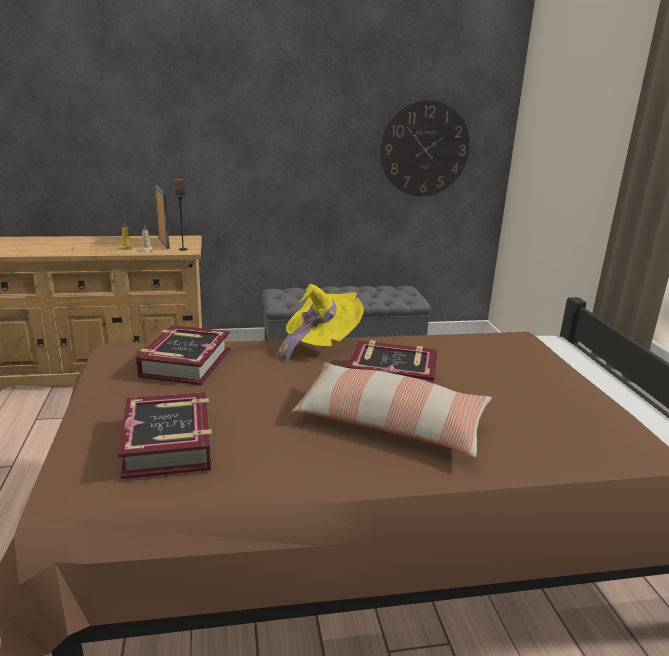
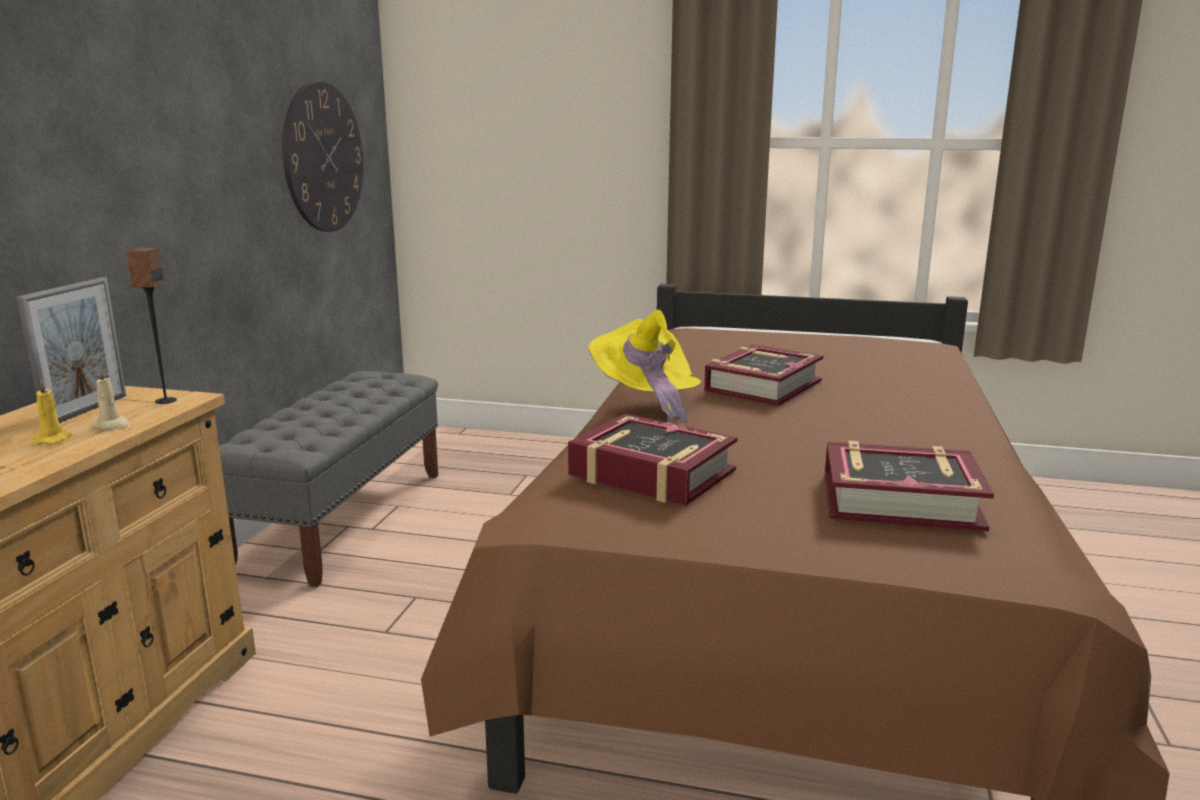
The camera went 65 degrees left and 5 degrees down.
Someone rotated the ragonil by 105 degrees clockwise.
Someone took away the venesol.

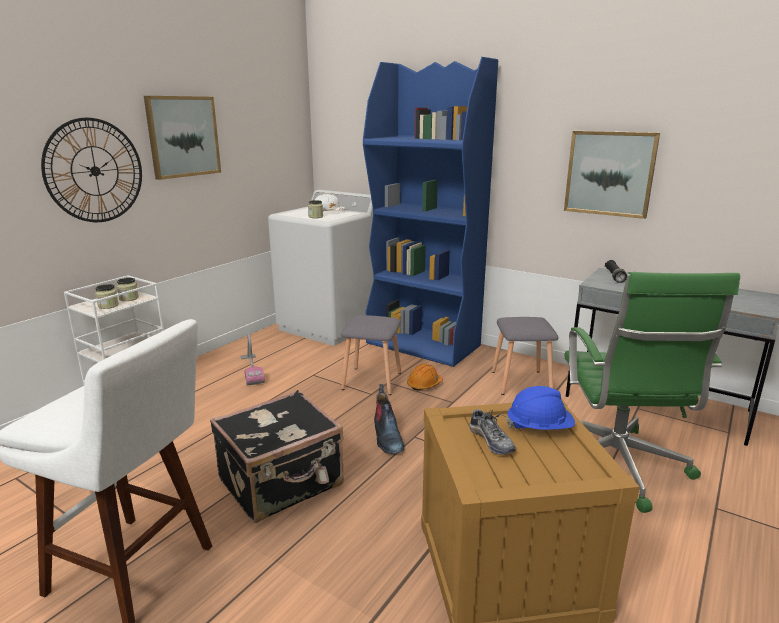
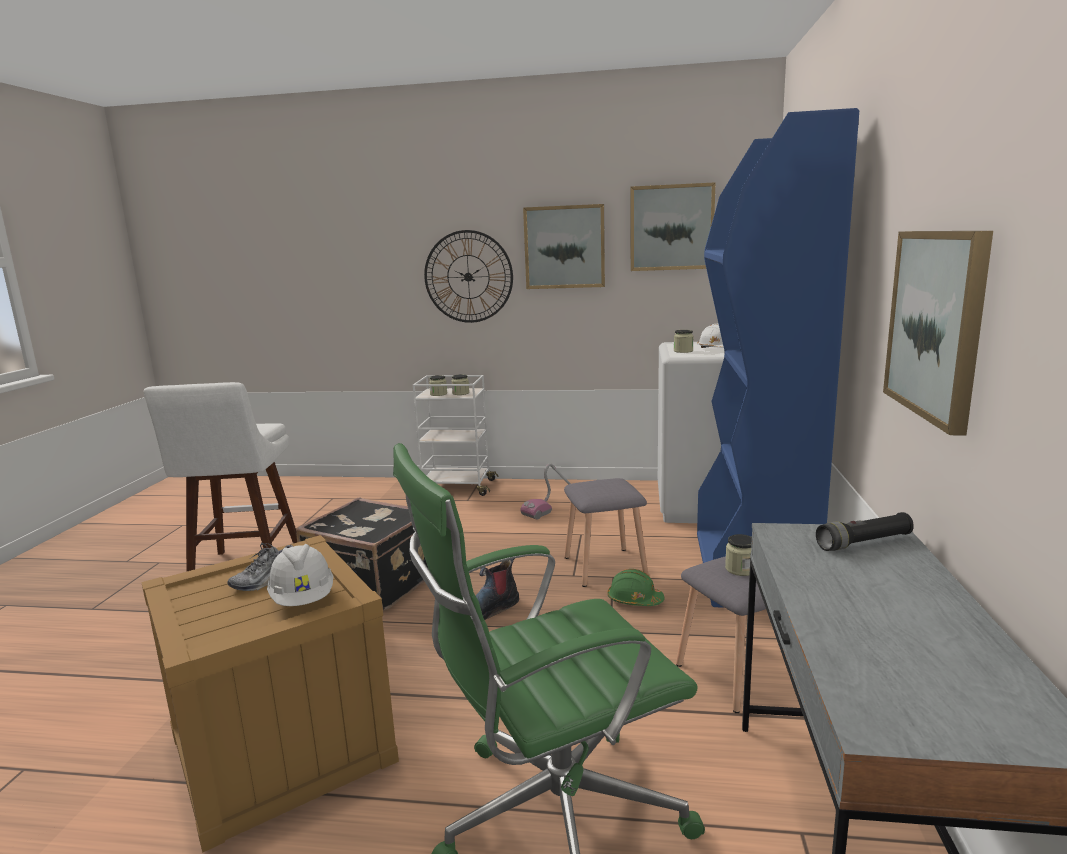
The camera went 65 degrees right and 5 degrees down.
Someone repainted the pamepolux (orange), which became the pamepolux (green).
Someone repainted the pamepolux (blue), which became the pamepolux (white) (1st from left).
Someone put up the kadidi (2nd from left).
Someone put down the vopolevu (4th from left).

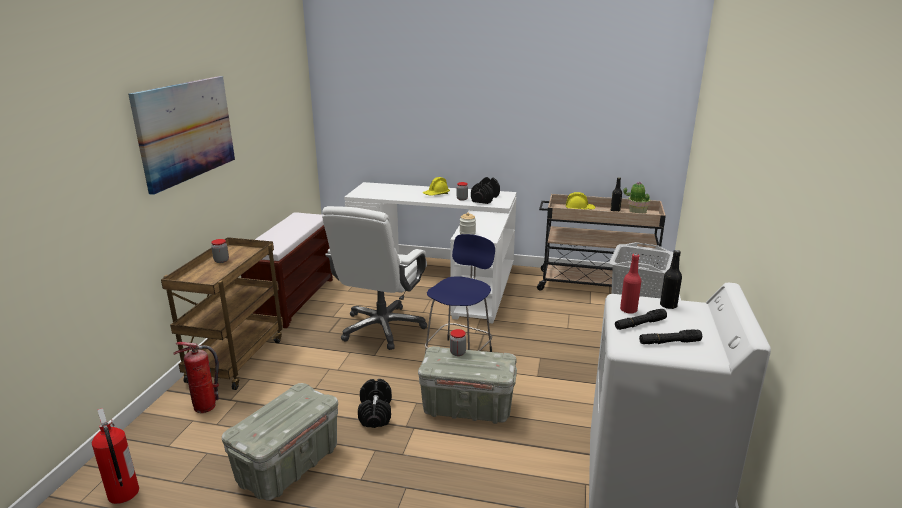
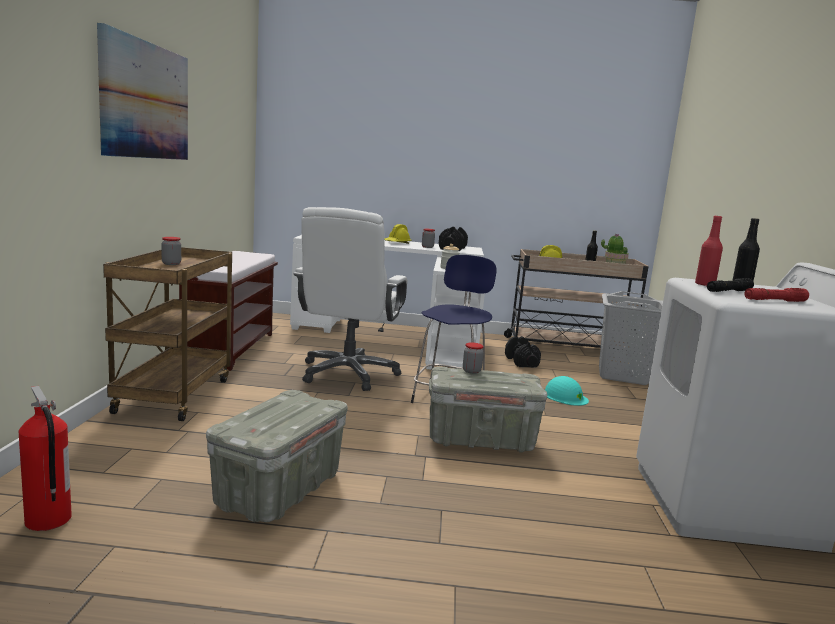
The camera went 10 degrees left and 10 degrees down.
Someone repainted the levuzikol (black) (2nd from left), which became the levuzikol (red).
Someone took away the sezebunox (2nd from left).
Someone carried the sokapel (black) (1st from left in the first image).
Someone put down the pamepolux (turquoise).

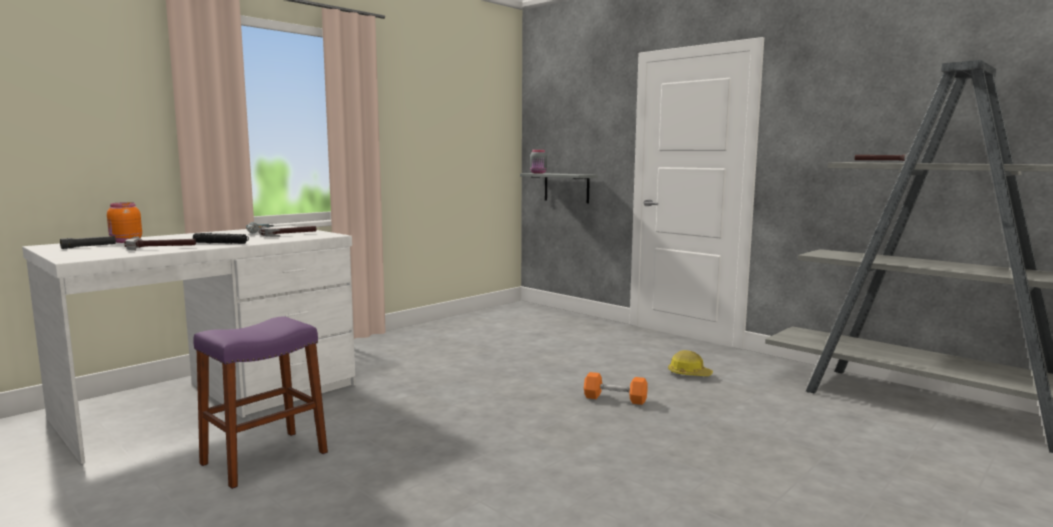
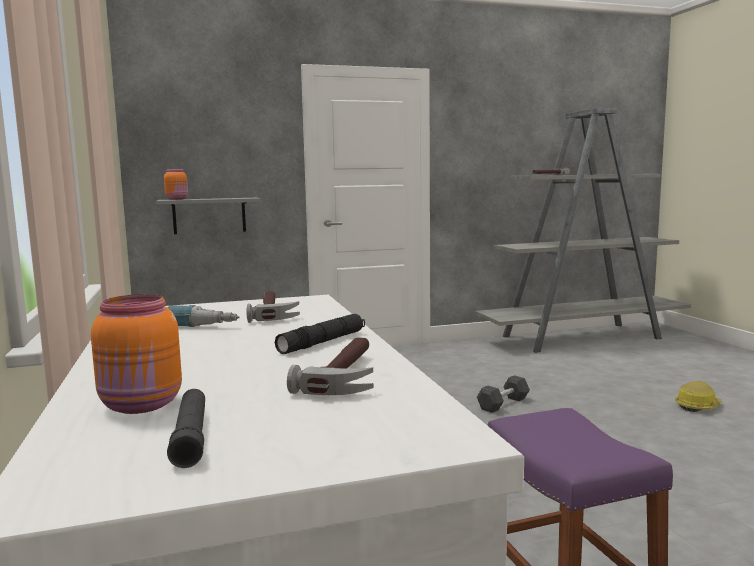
The camera went 60 degrees left and 0 degrees up.
Someone repainted the vopolevu (grey), which became the vopolevu (orange) (2nd from left).
Someone carried the pamepolux.
Someone repainted the sokapel (orange), which became the sokapel (grey).

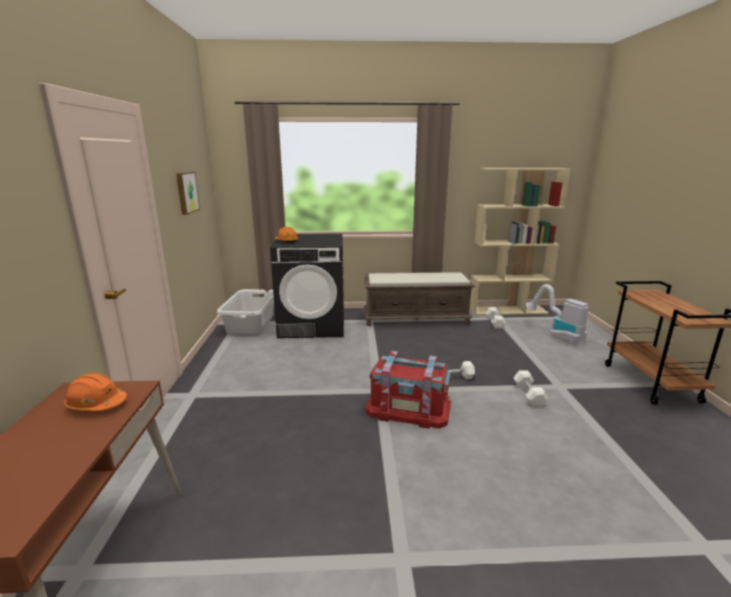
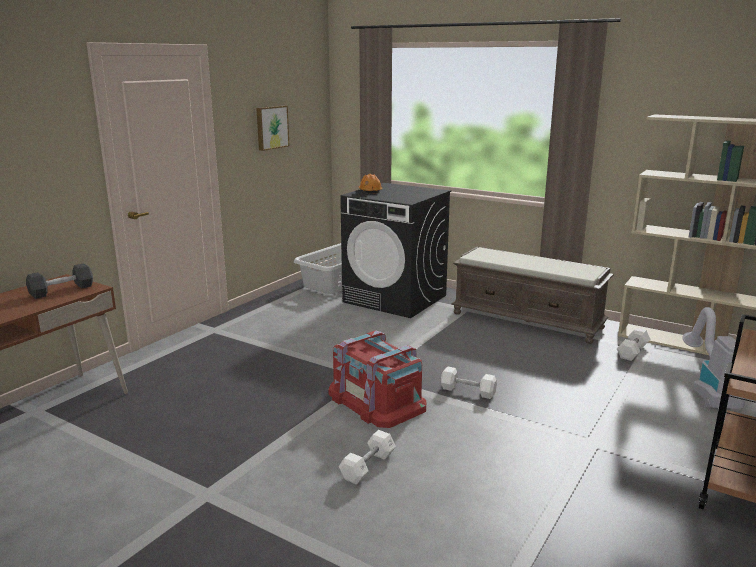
The camera went 35 degrees right and 0 degrees up.
Someone carried the sokapel (white) (3rd from left in the first image).
Someone swapped the pamepolux (orange) (1st from left) for the sokapel (black).

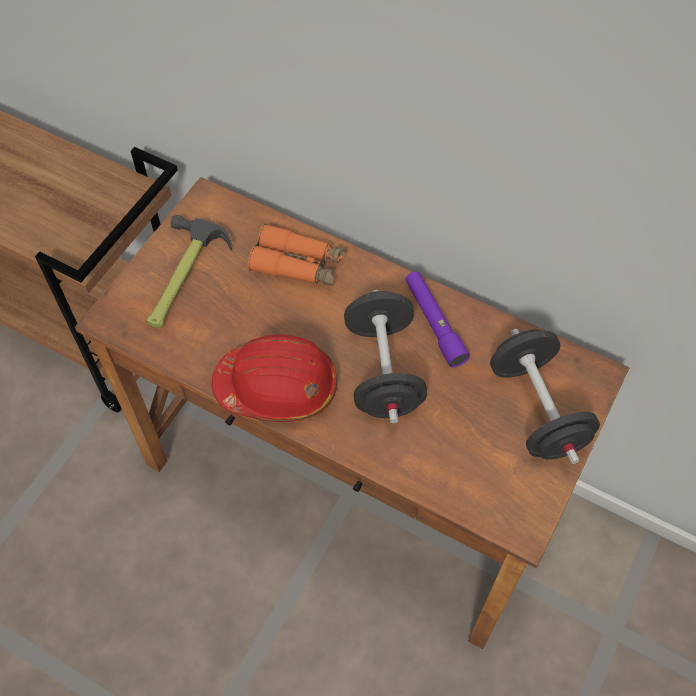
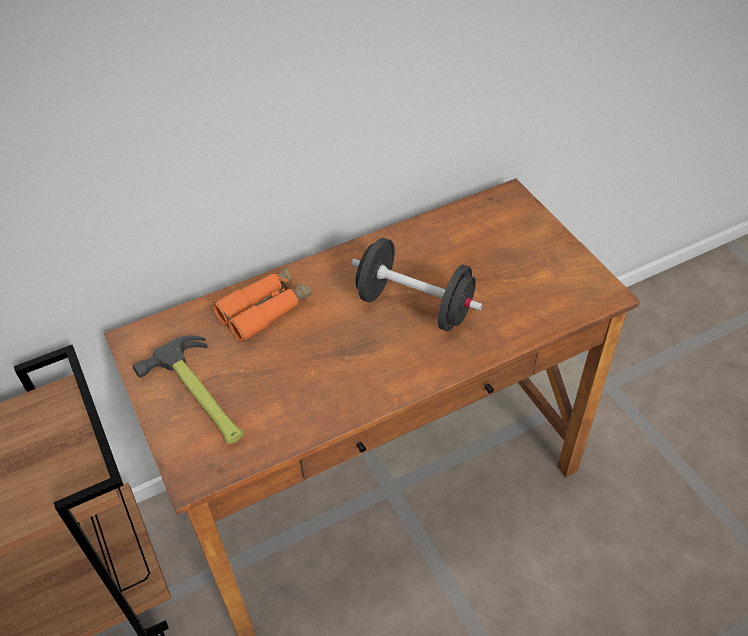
The camera went 55 degrees left and 10 degrees down.
Someone took away the levuzikol (purple).
Someone took away the sokapel (black) (2nd from left).
Someone took away the pamepolux (red).

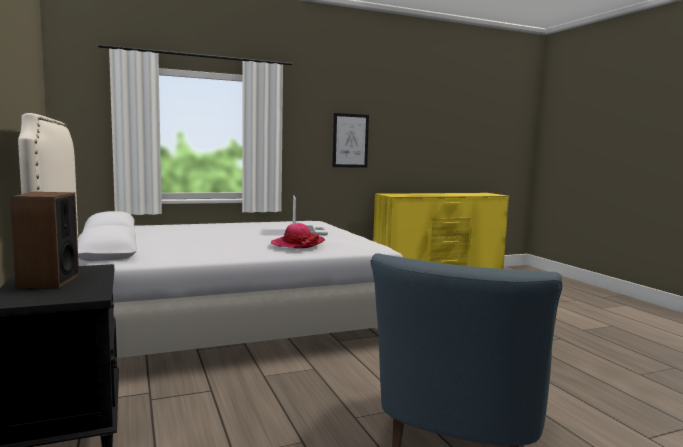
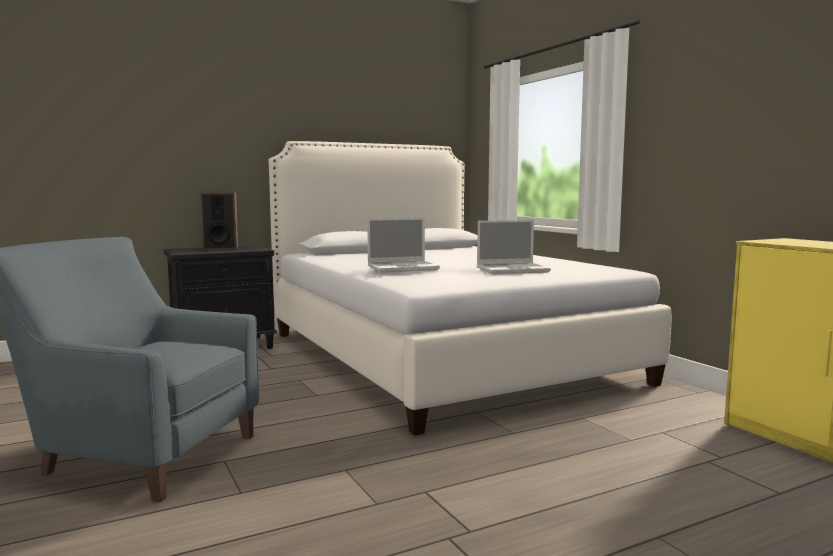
The camera went 85 degrees right and 0 degrees up.
Someone took away the kadidi.
Someone swapped the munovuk for the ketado (1st from left).

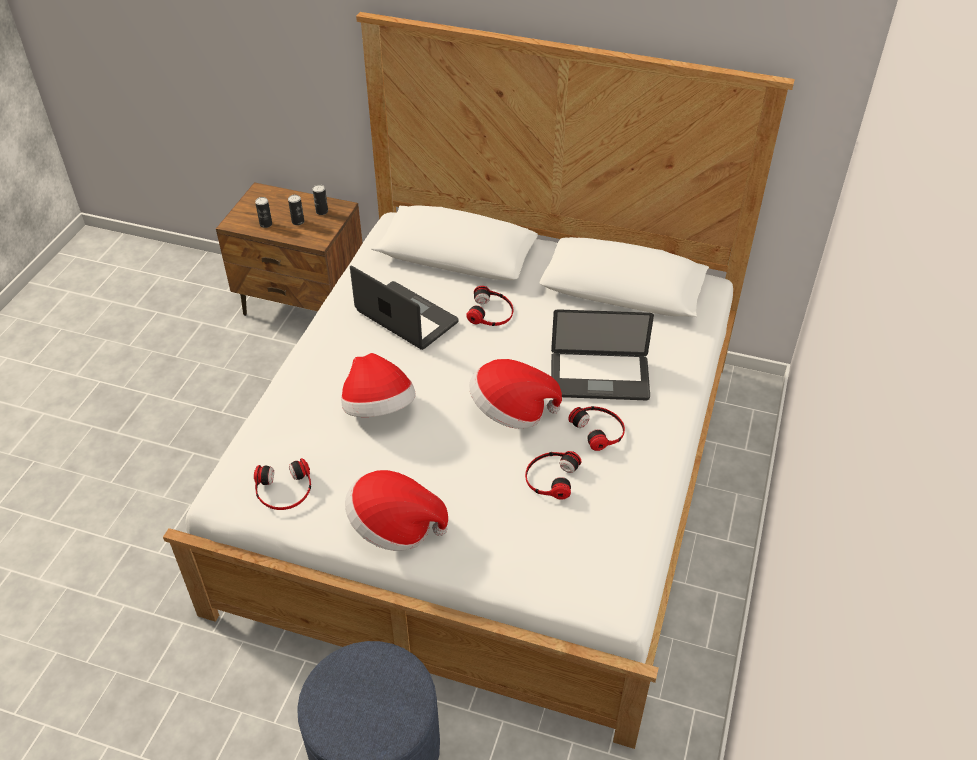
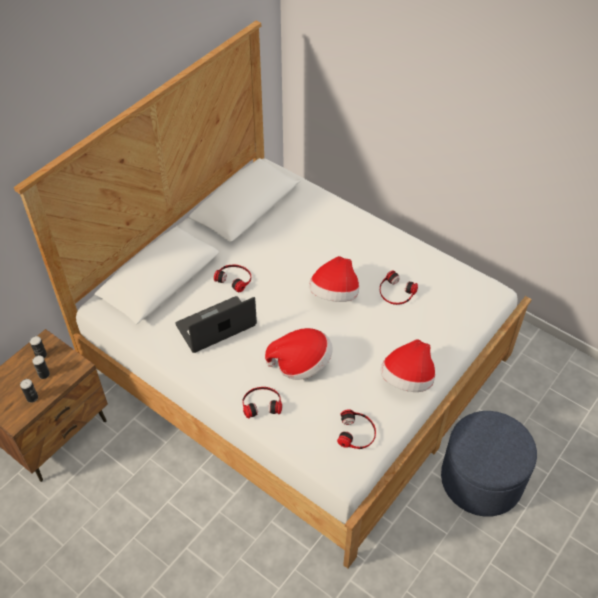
The camera went 70 degrees left and 5 degrees up.
Someone took away the ketado (2nd from left).
Someone carried the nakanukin (4th from left in the first image).

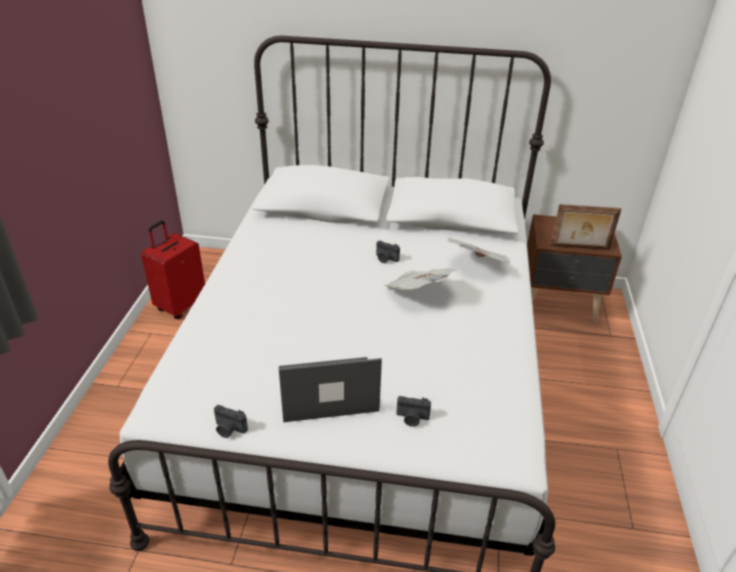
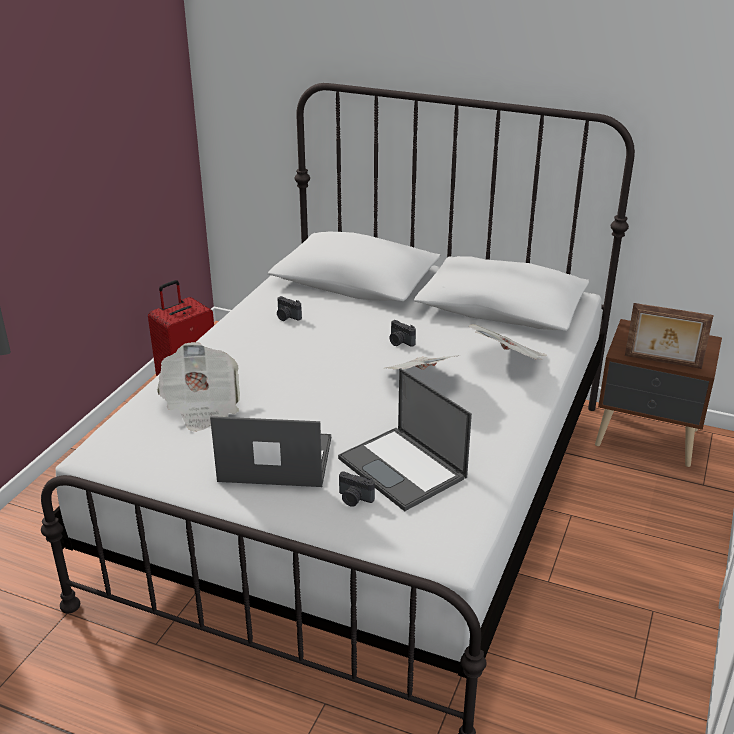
The camera went 15 degrees right and 5 degrees down.
Someone carried the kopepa (1st from left).
Someone put down the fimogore (1st from left).
Someone put down the ketado (2nd from left).

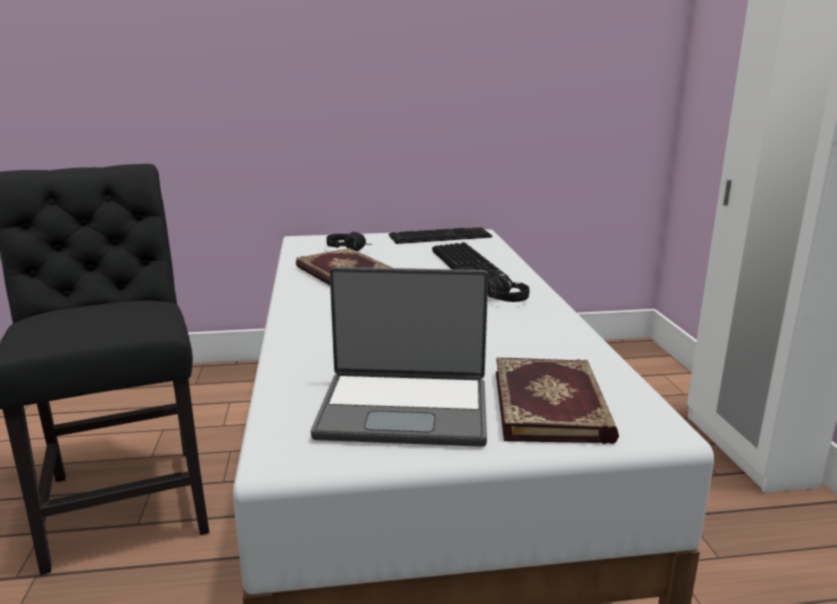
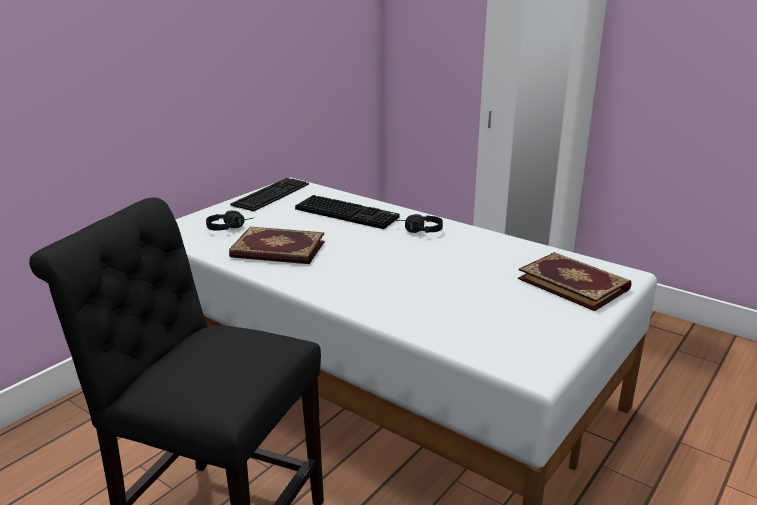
The camera went 45 degrees left and 5 degrees up.
Someone took away the ketado.

